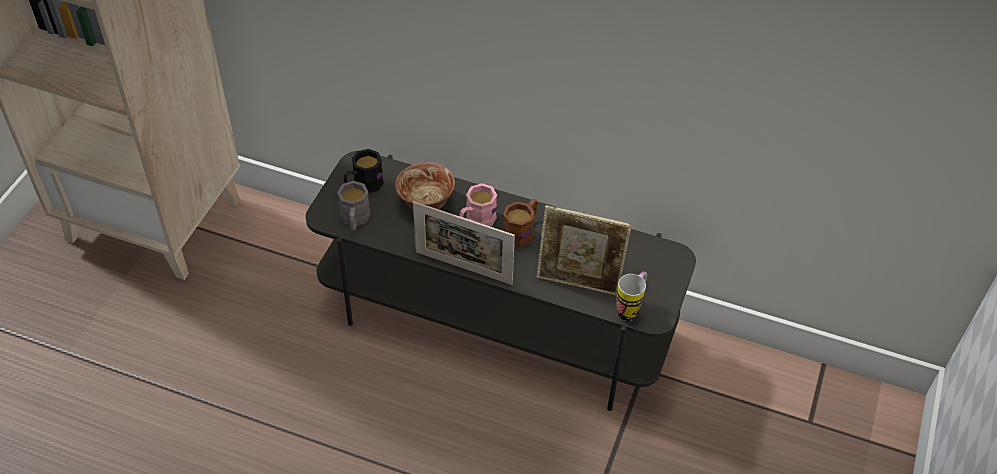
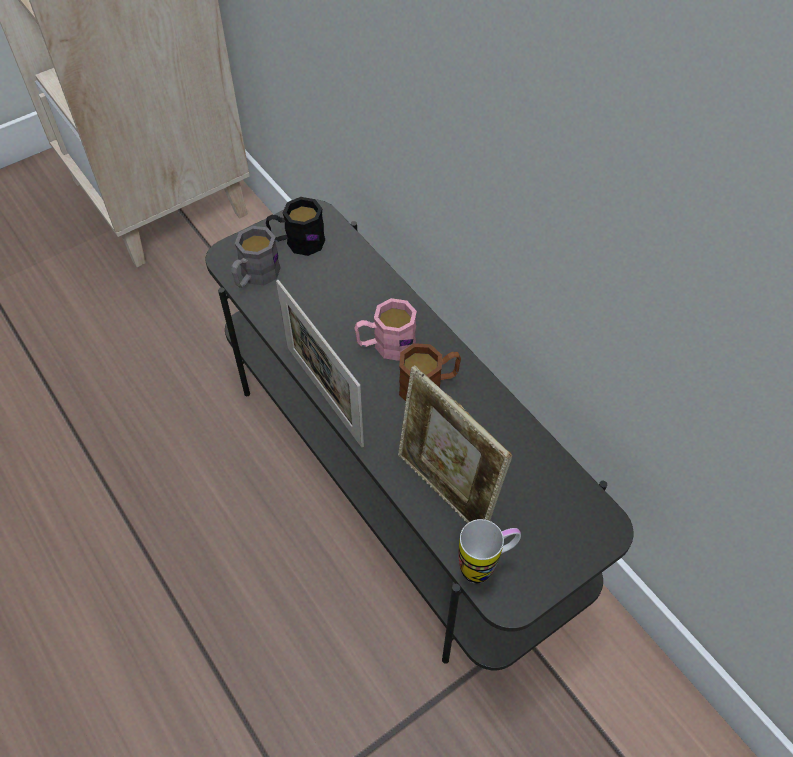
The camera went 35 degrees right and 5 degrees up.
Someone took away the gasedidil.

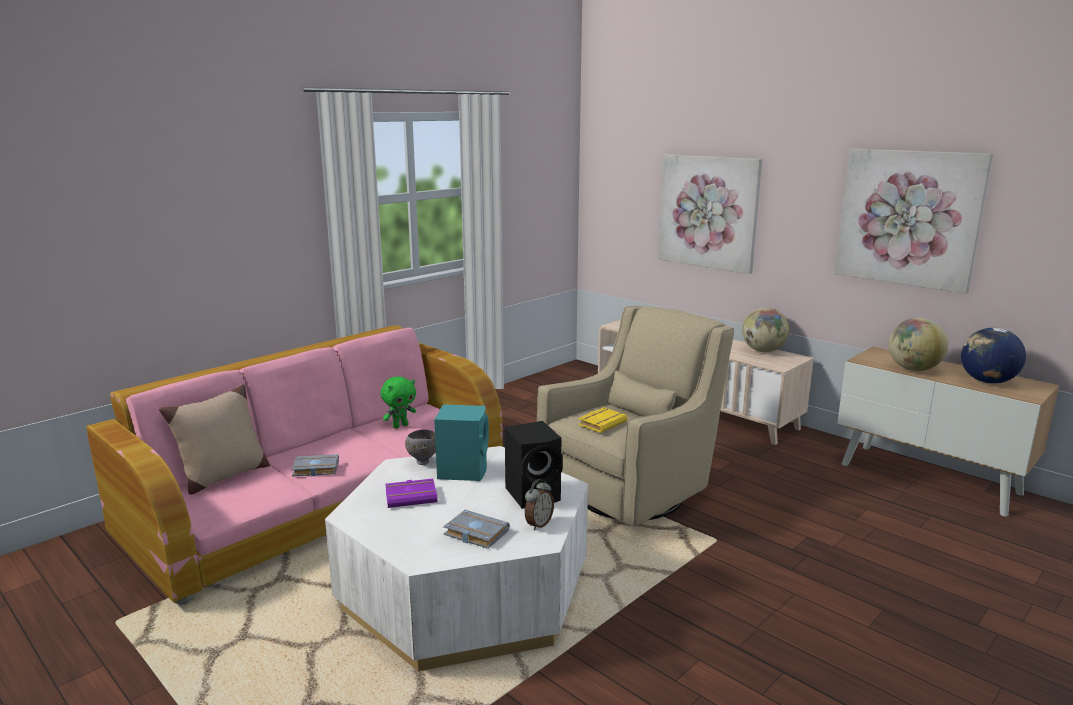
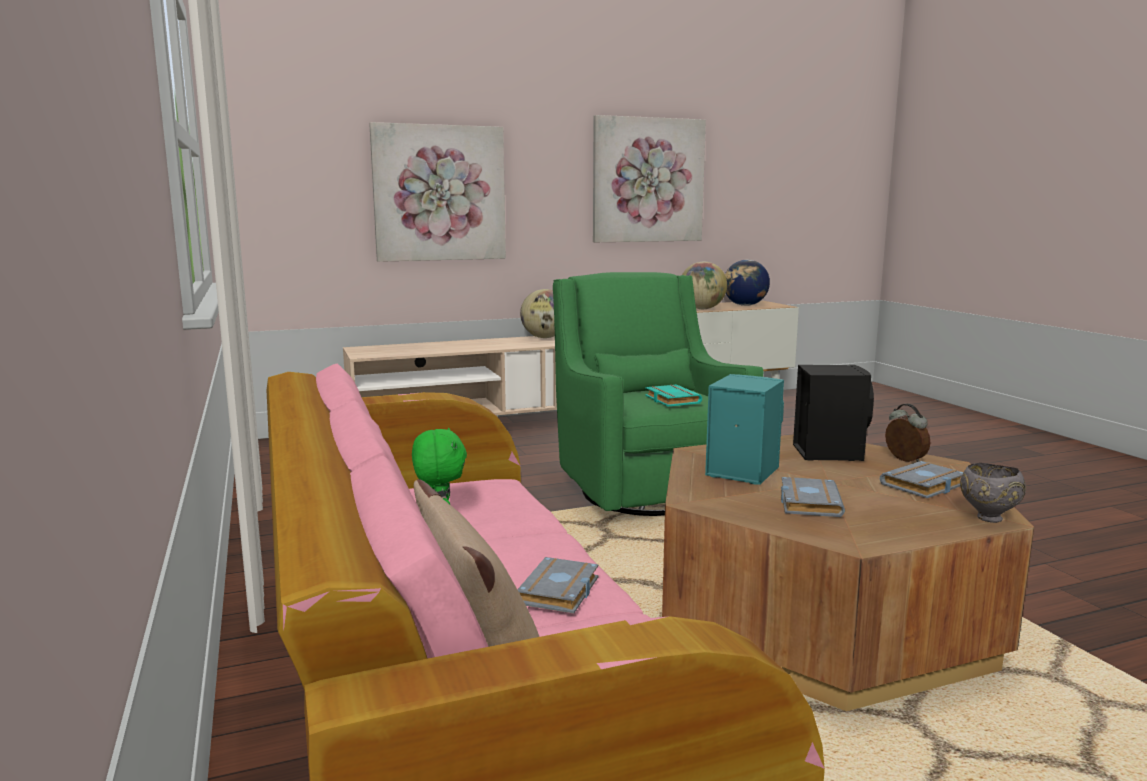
The camera went 65 degrees left and 5 degrees down.
Someone repainted the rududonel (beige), which became the rududonel (green).
Someone repainted the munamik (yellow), which became the munamik (turquoise).
Someone carried the gasedidil (grey).
Someone repainted the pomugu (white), which became the pomugu (brown).
Someone repainted the munamik (purple), which became the munamik (grey) (2nd from left).

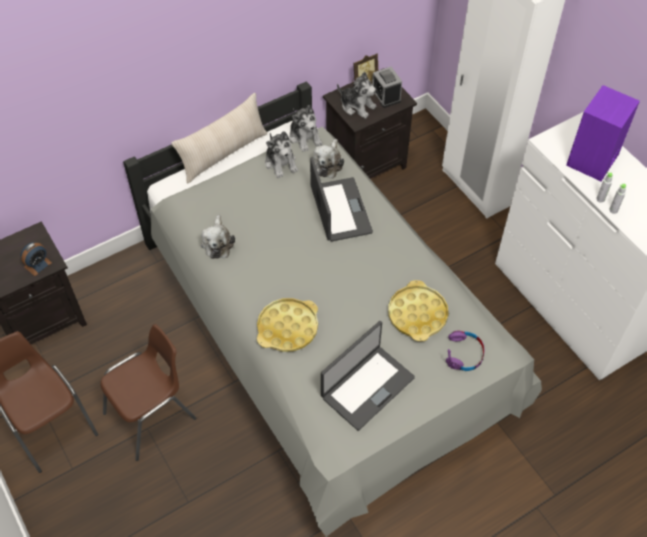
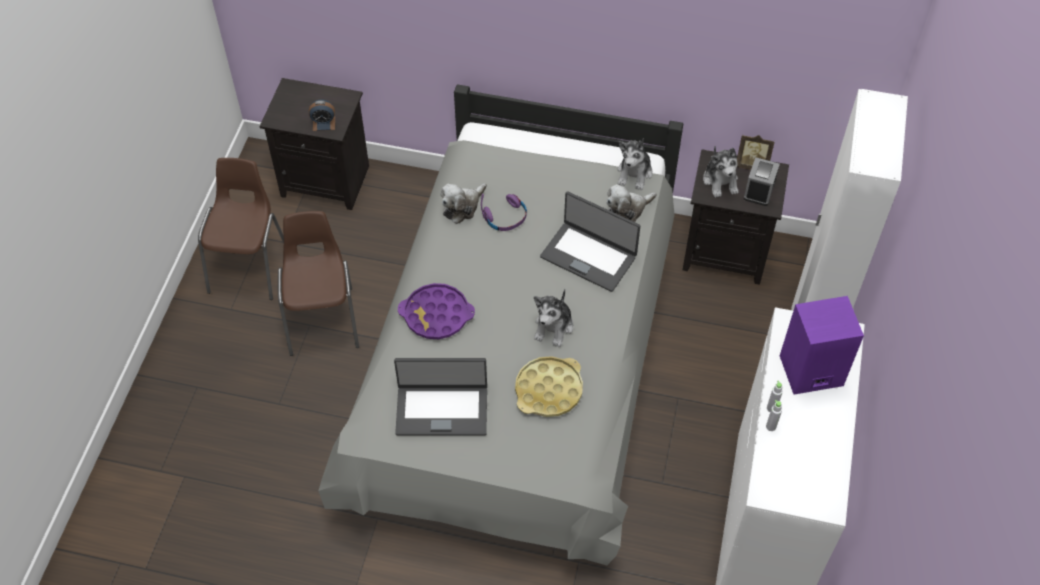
The camera went 45 degrees right and 0 degrees up.
Someone took away the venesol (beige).
Someone carried the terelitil (2nd from left).
Someone rotated the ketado (1st from left in the first image) by 90 degrees clockwise.
Someone repainted the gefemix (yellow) (1st from left), which became the gefemix (purple).
Someone rotated the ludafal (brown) (2nd from left) by 105 degrees counterclockwise.
Someone carried the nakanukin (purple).

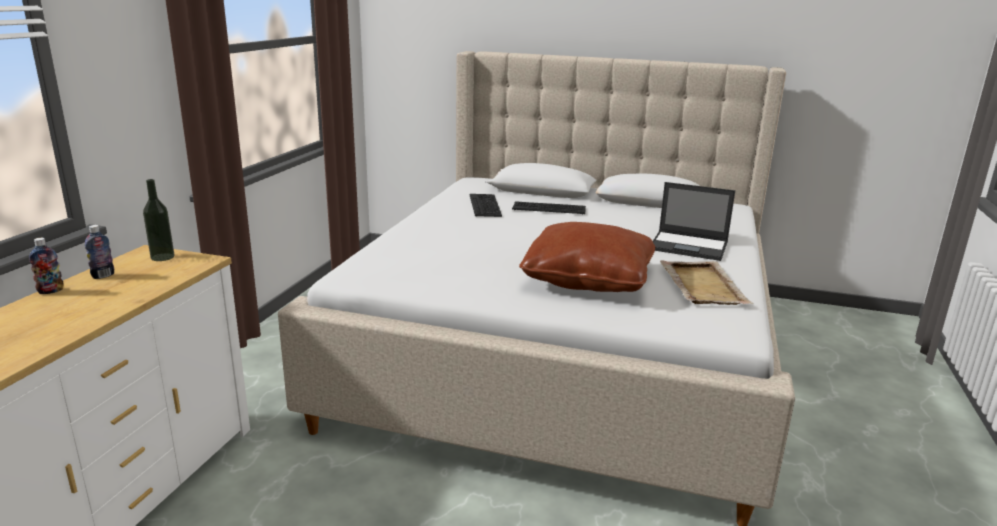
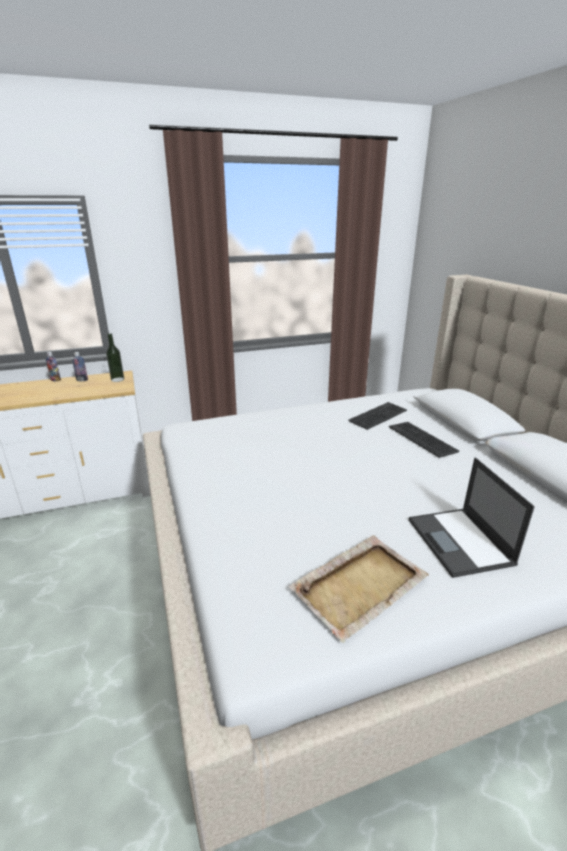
The camera went 55 degrees right and 5 degrees up.
Someone took away the venesol (brown).

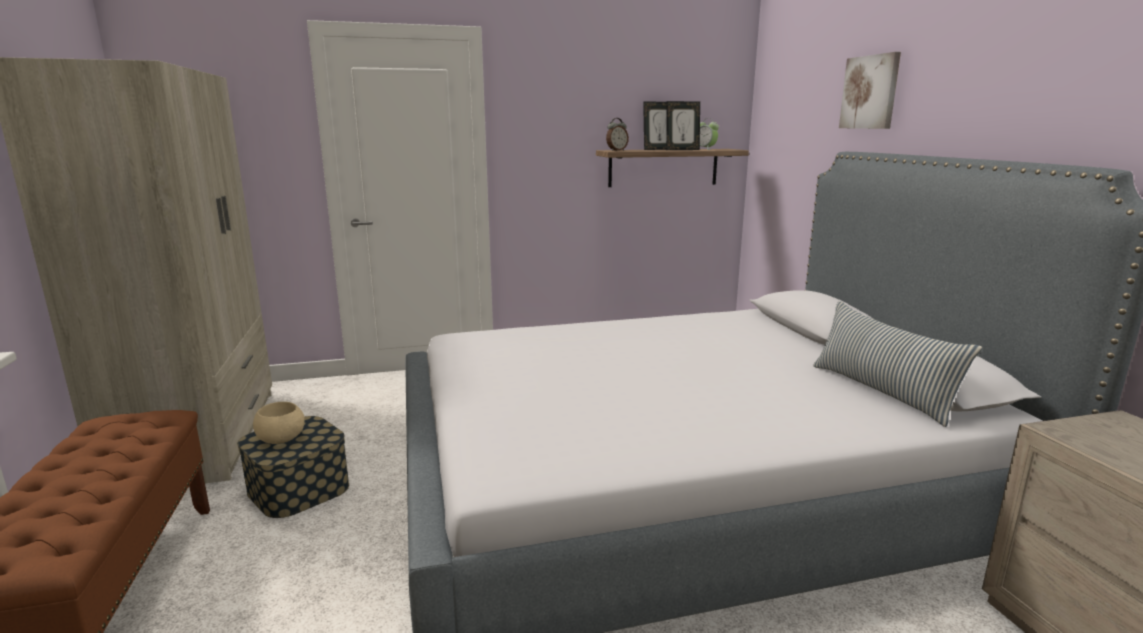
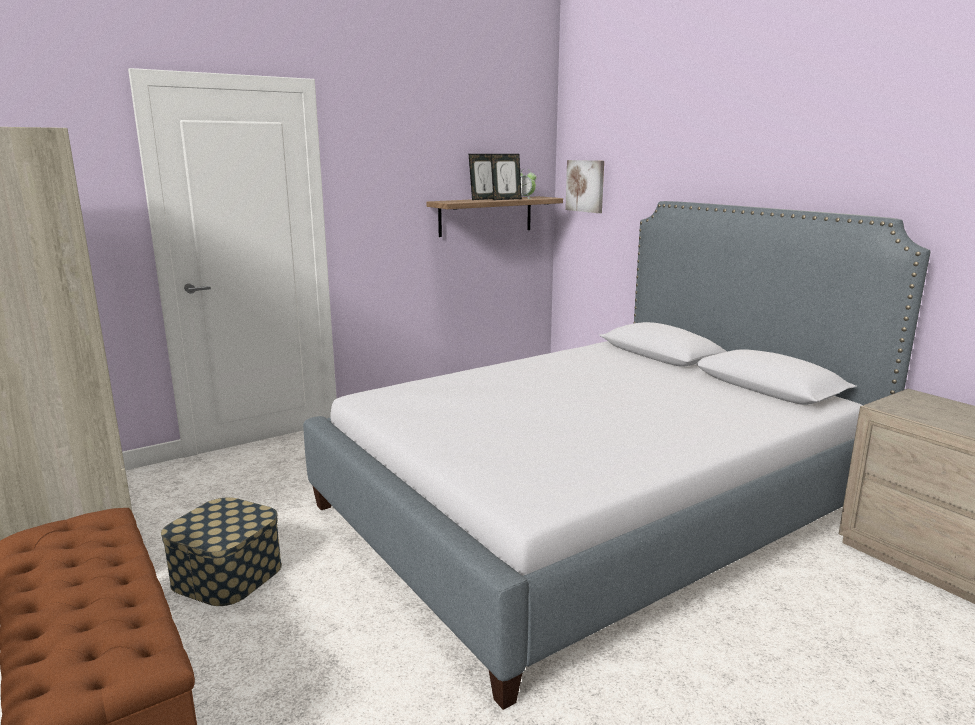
The camera went 20 degrees left and 0 degrees up.
Someone carried the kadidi.
Someone took away the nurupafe (1st from left).
Someone took away the venesol.
Someone took away the gasedidil (beige).

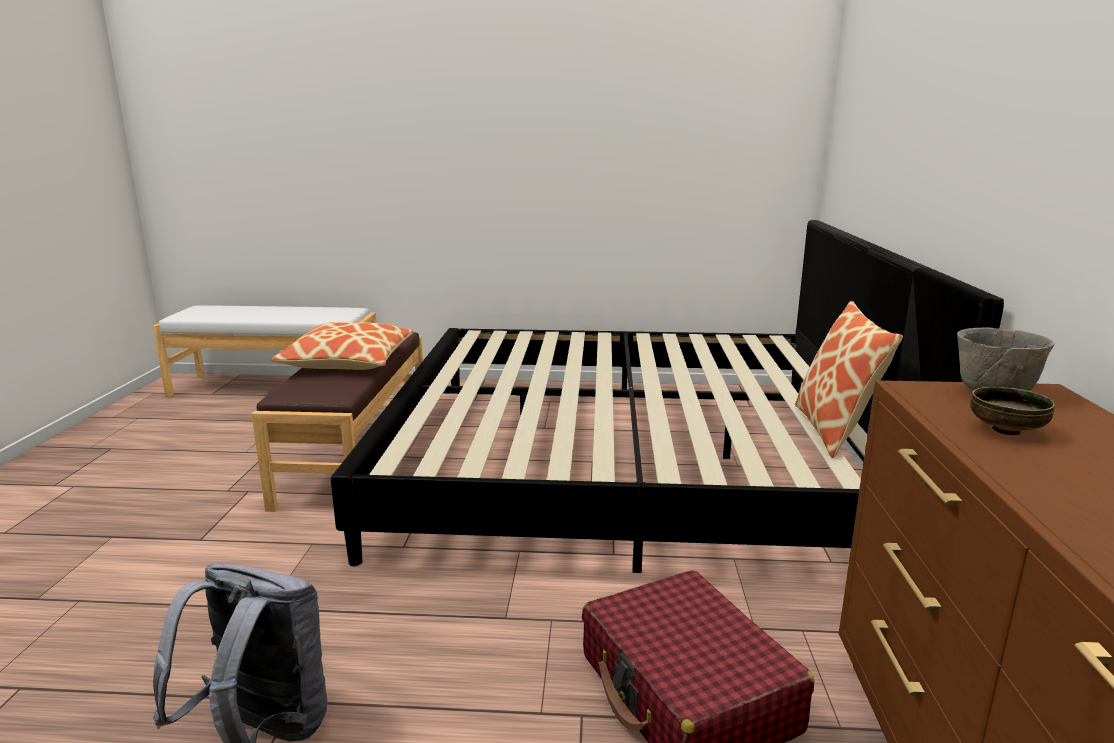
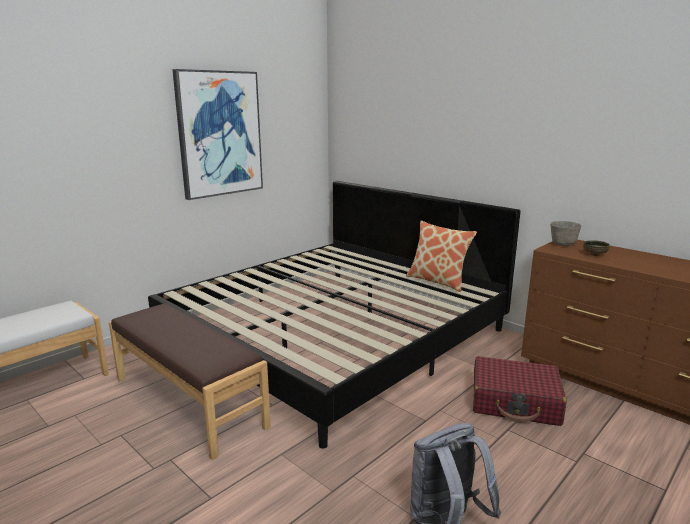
The camera went 50 degrees left and 0 degrees up.
Someone took away the venesol (1st from left).
Someone put up the kadidi.

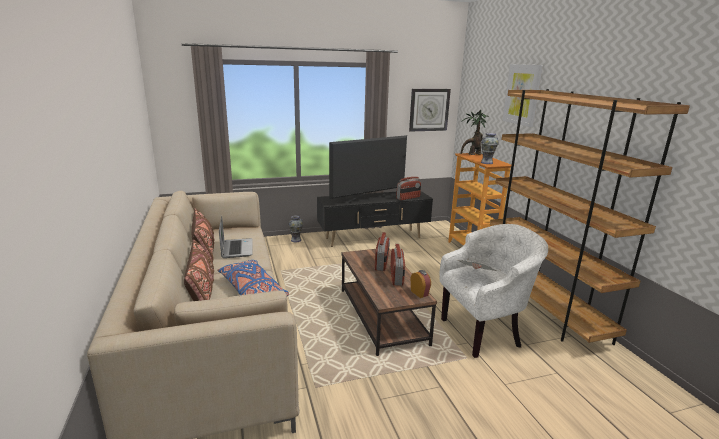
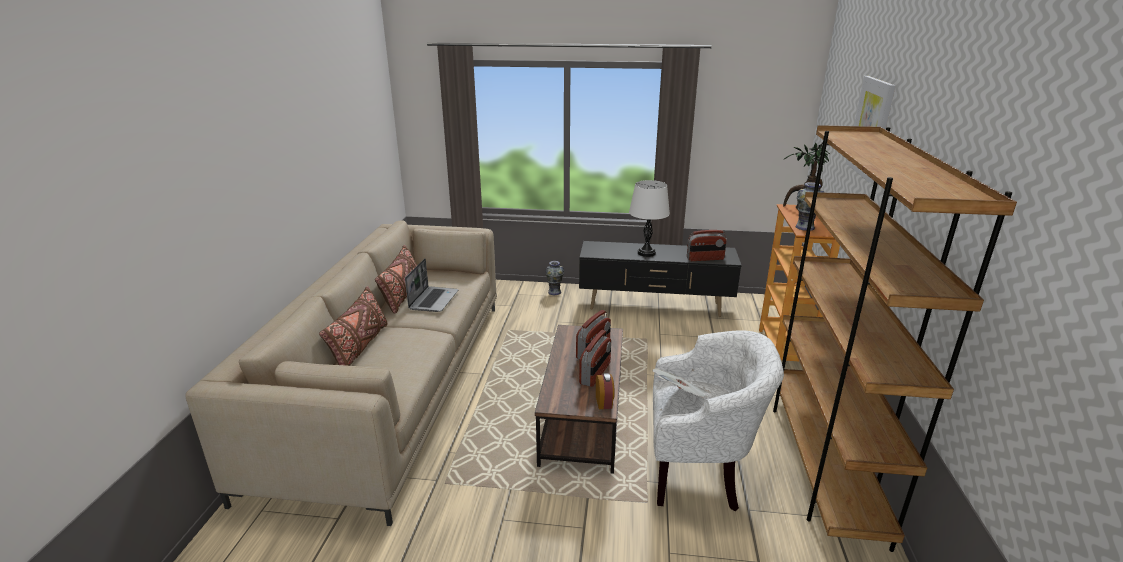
The camera went 25 degrees right and 5 degrees up.
Someone took away the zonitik.
Someone swapped the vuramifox for the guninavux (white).
Someone took away the venesol (blue).

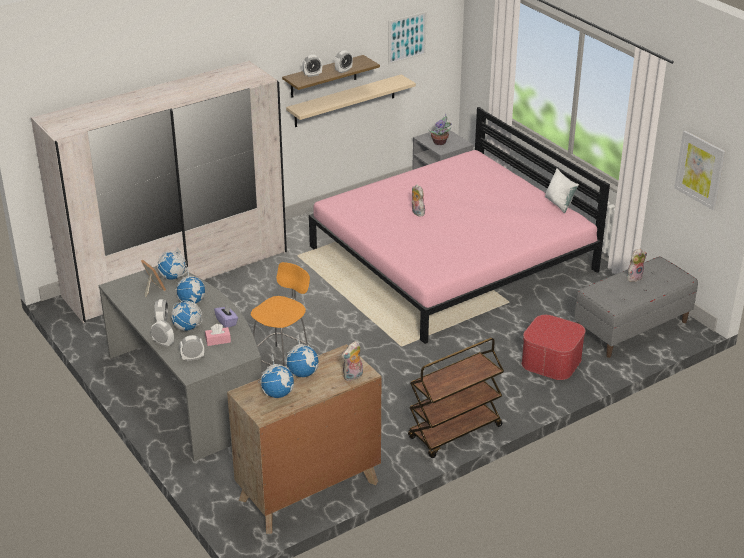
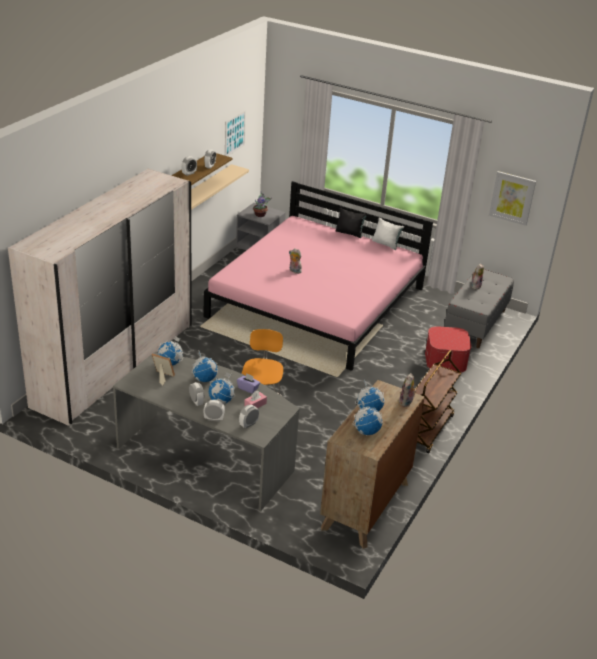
The camera went 30 degrees left and 0 degrees up.
Someone put down the venesol (black).

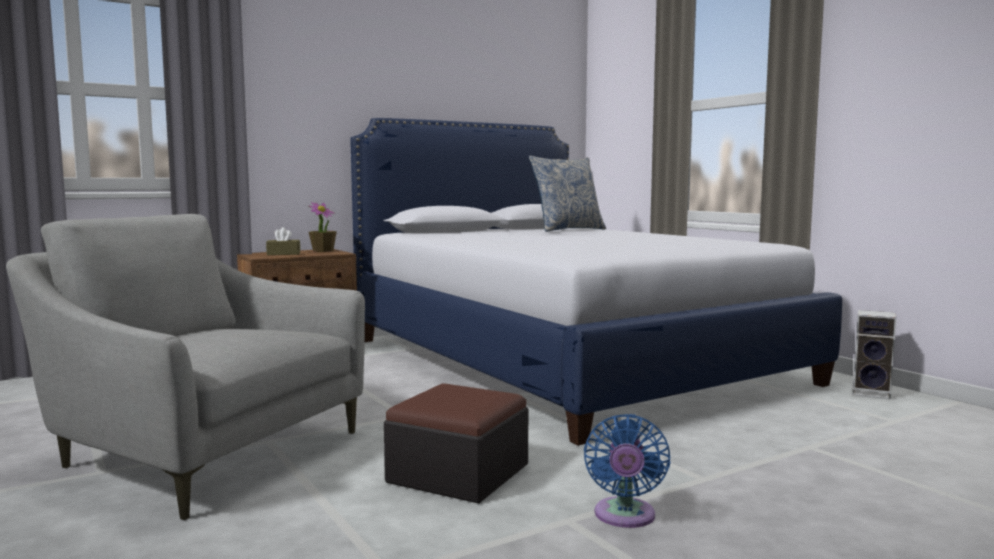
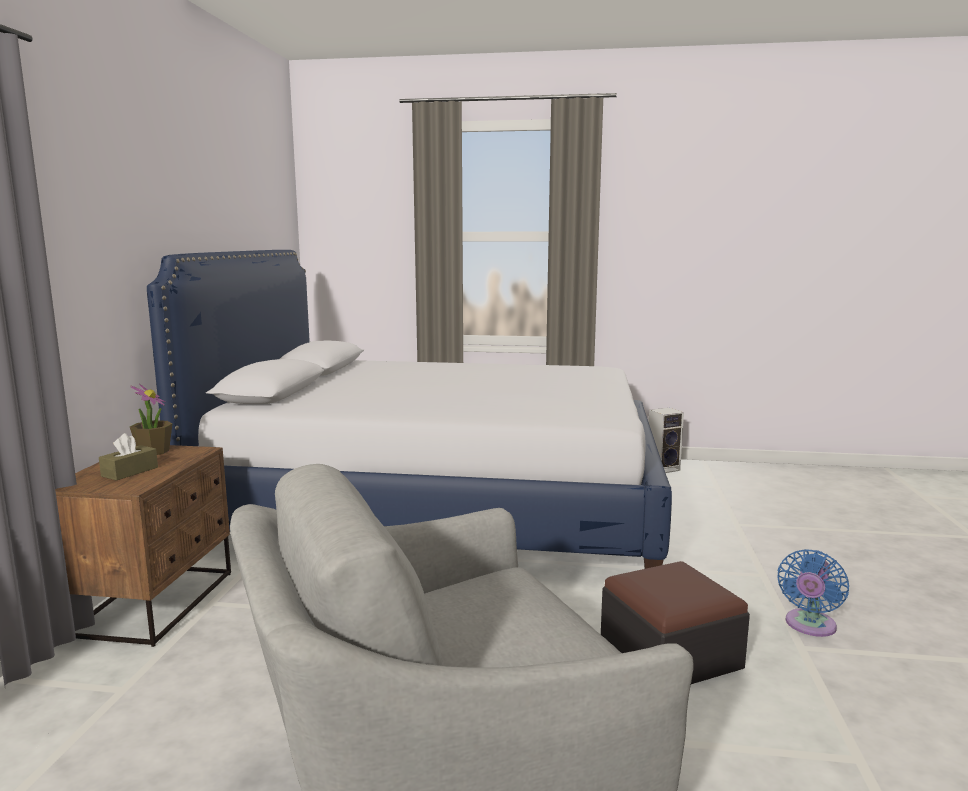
The camera went 50 degrees left and 5 degrees up.
Someone took away the venesol.
Someone rotated the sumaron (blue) by 75 degrees clockwise.

